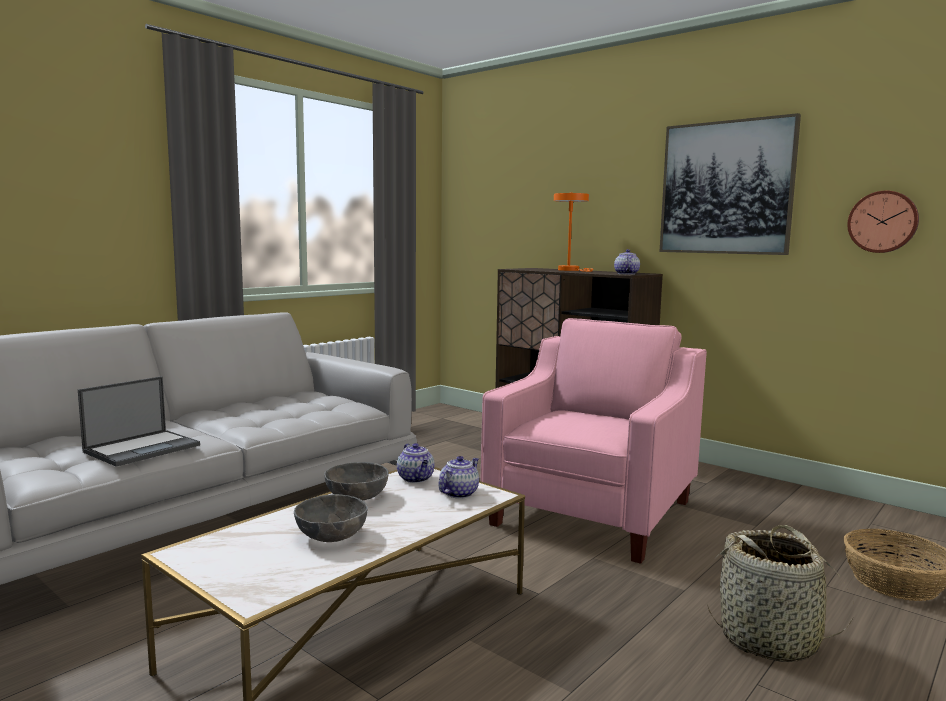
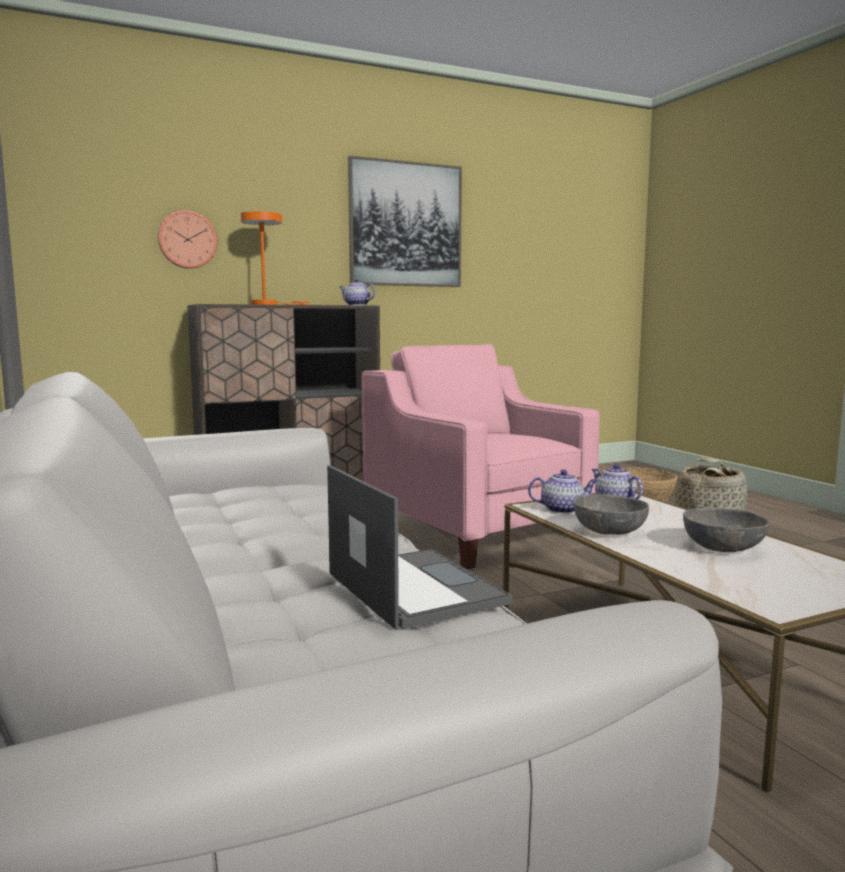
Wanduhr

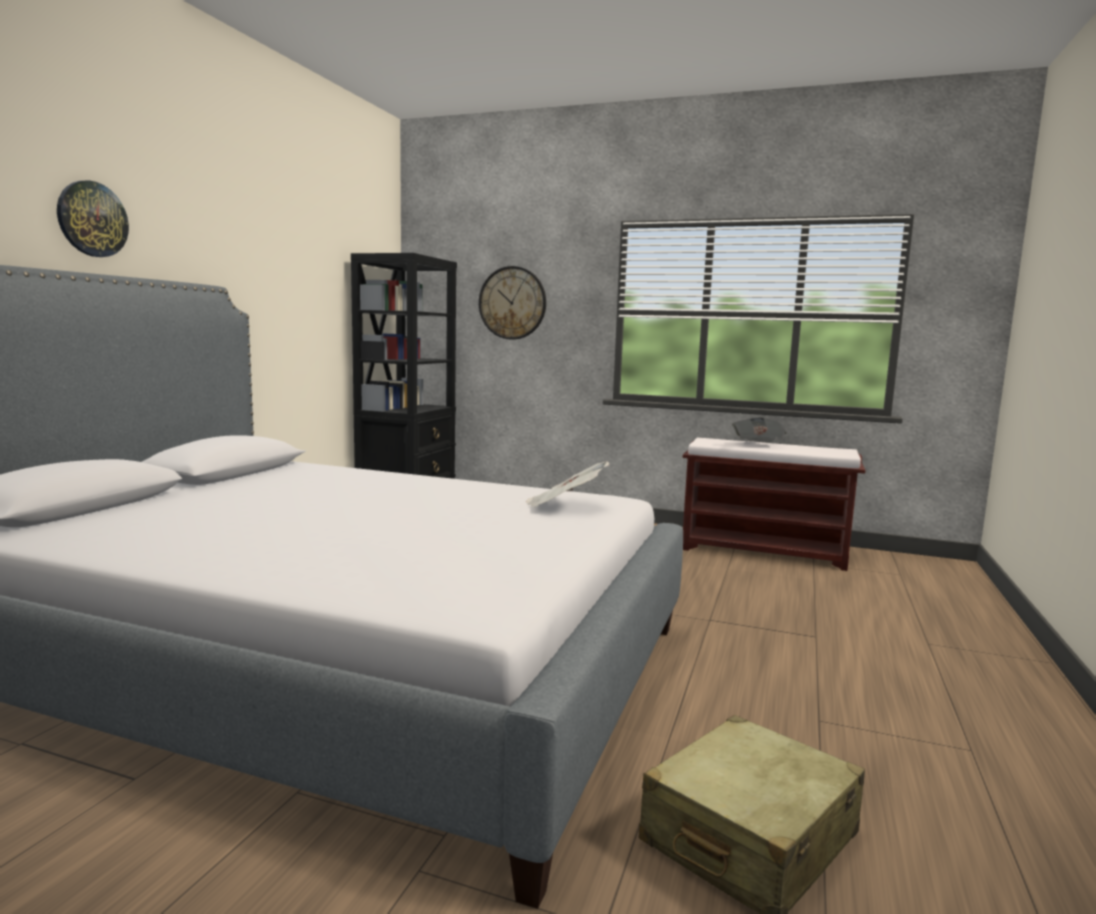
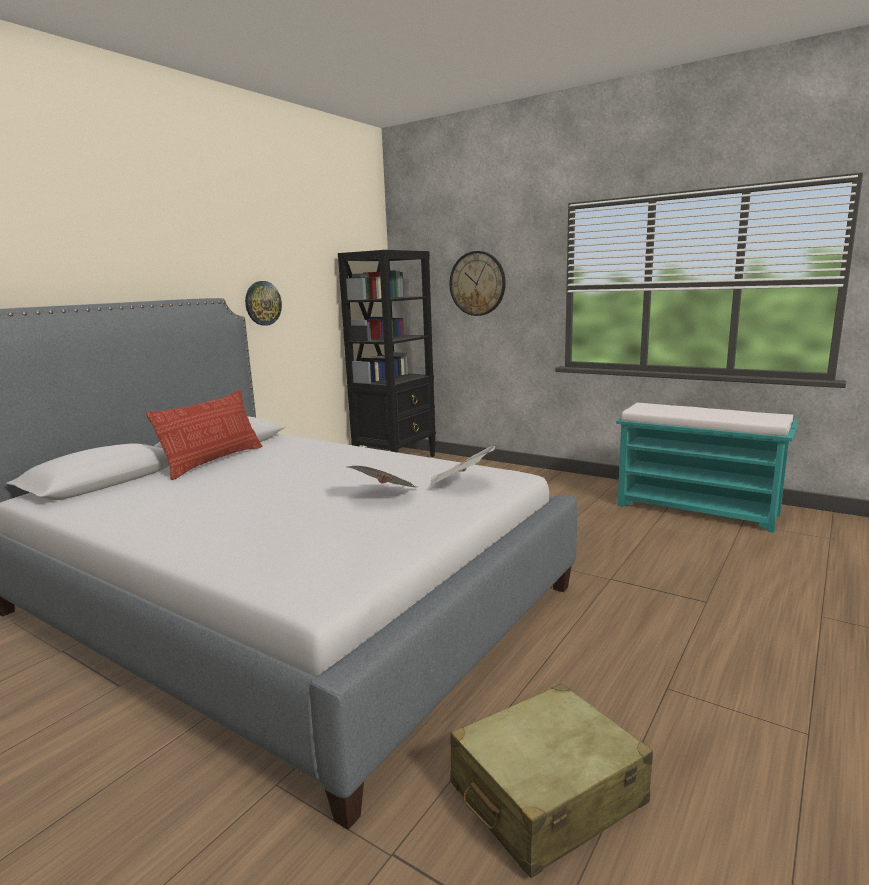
Wanduhr (1st from left); Bank (türkis); Zeitung (1st from left); Kissen

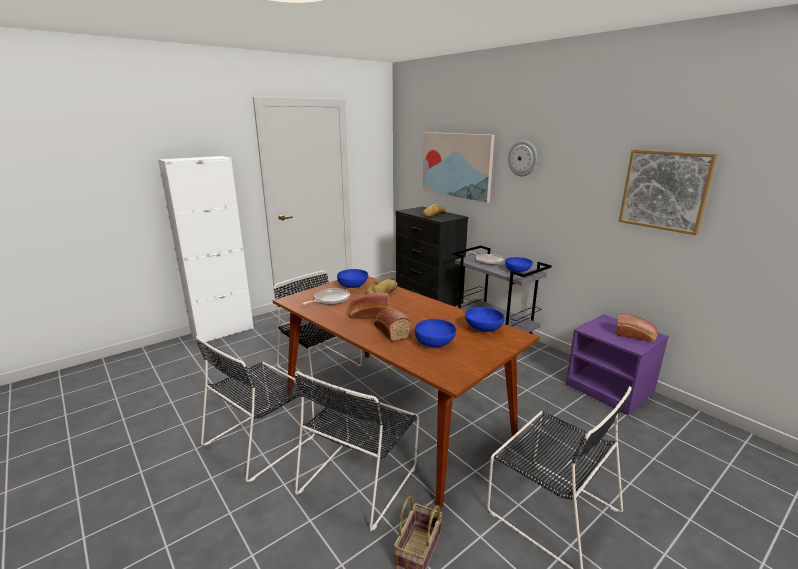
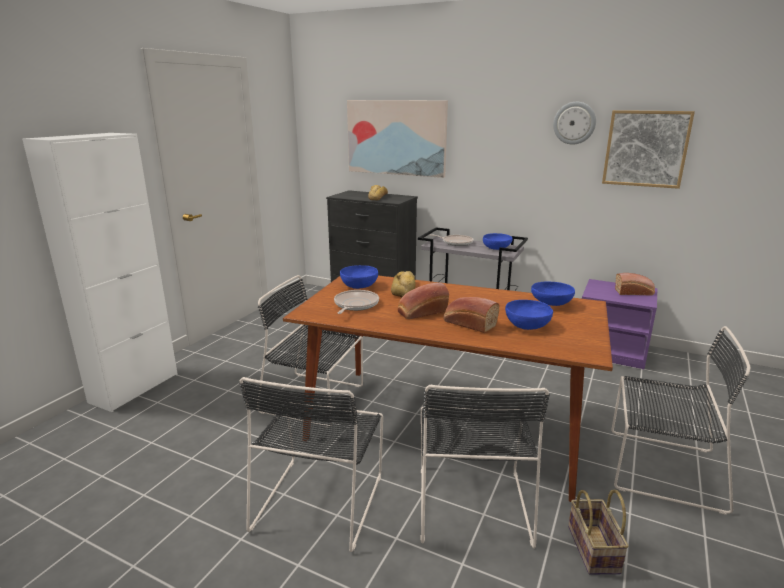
Wanduhr

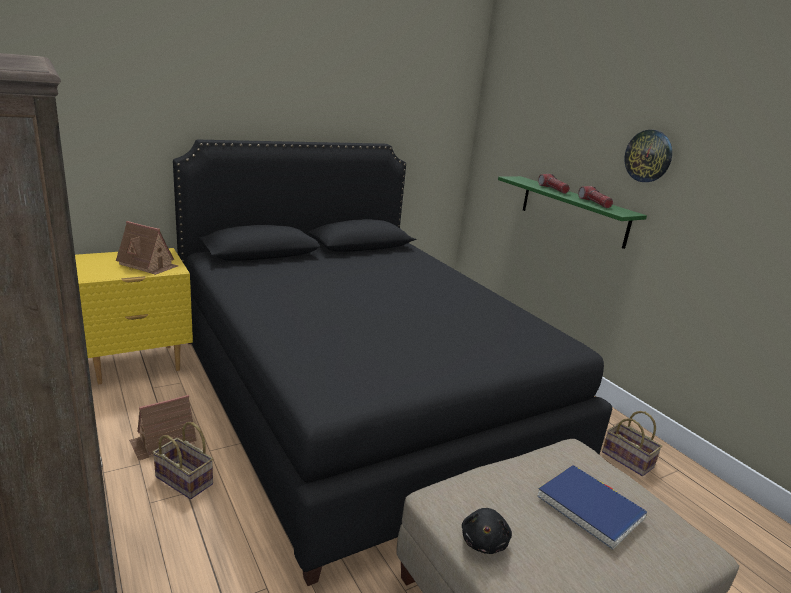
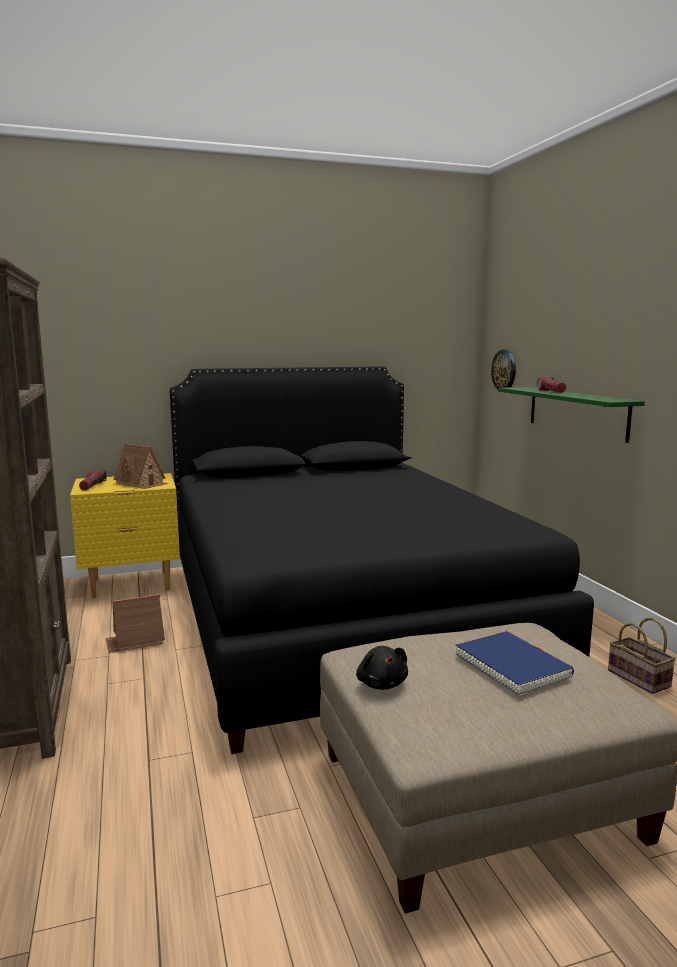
Korb (1st from left in the first image); Plüschtier (schwarz); Taschenlampe (1st from left); Wanduhr

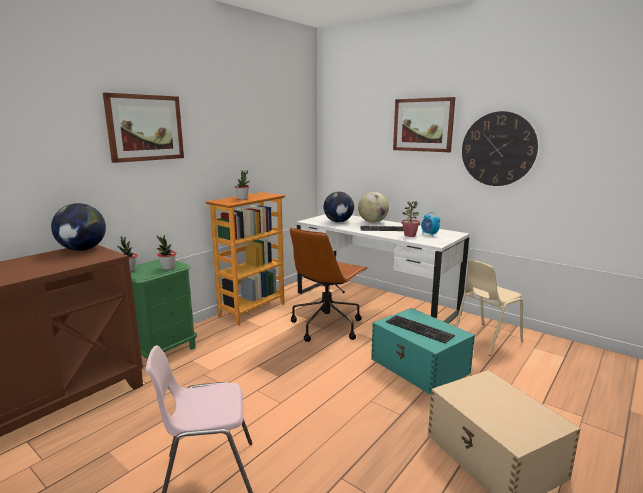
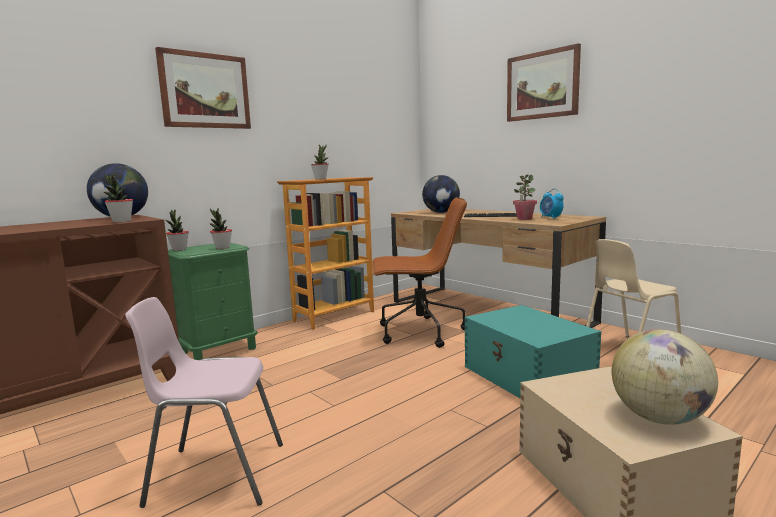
Bürostuhl (braun); Schreibtisch (braun); Globus (3rd from left); Tastatur (2nd from left in the first image); Wanduhr; Topfpflanze (1st from left)

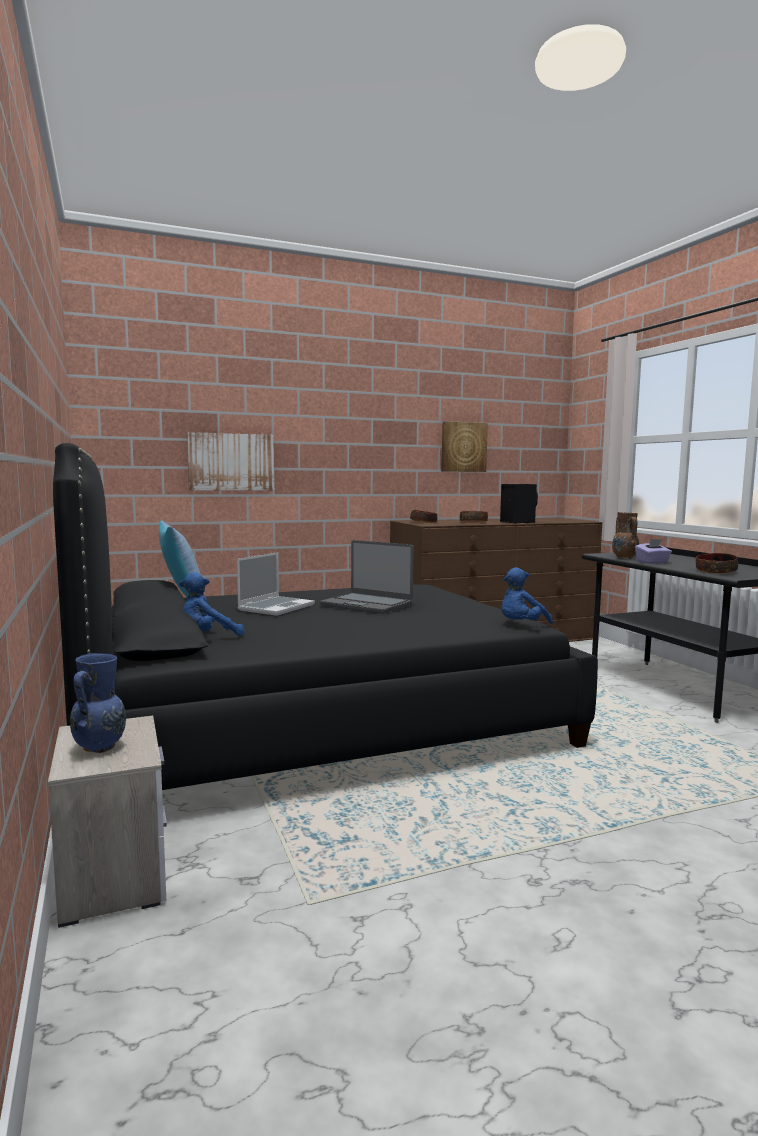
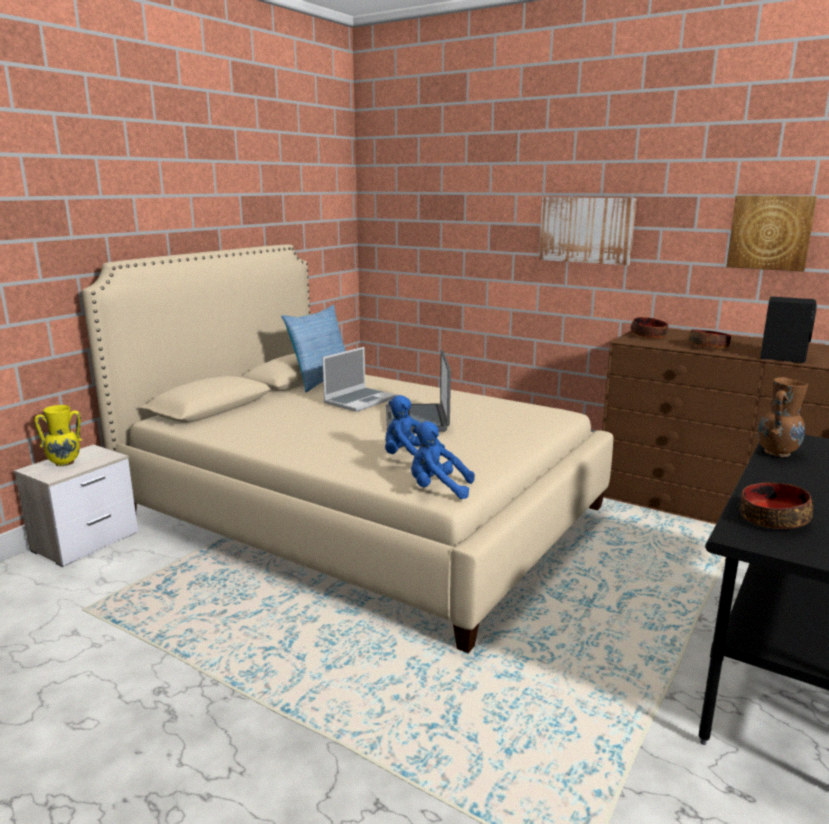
Bett (beige); Vase (gelb); Plüschtier (blau) (1st from left); Bild (1st from left); Laptop (1st from left); Taschentuchbox (lila)

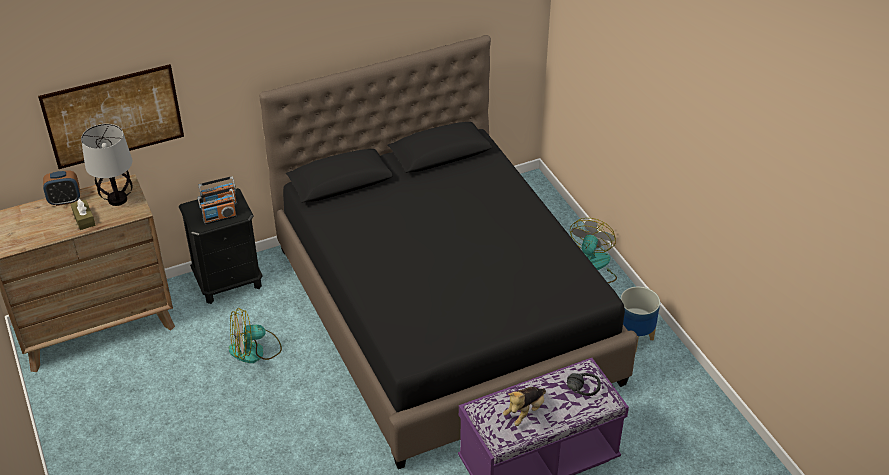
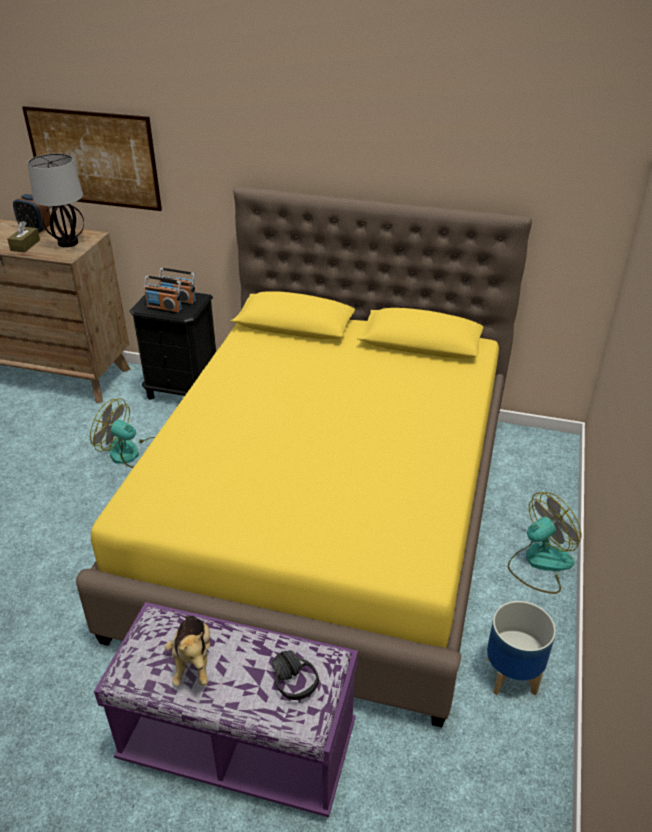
Bett (gelb); Plüschtier

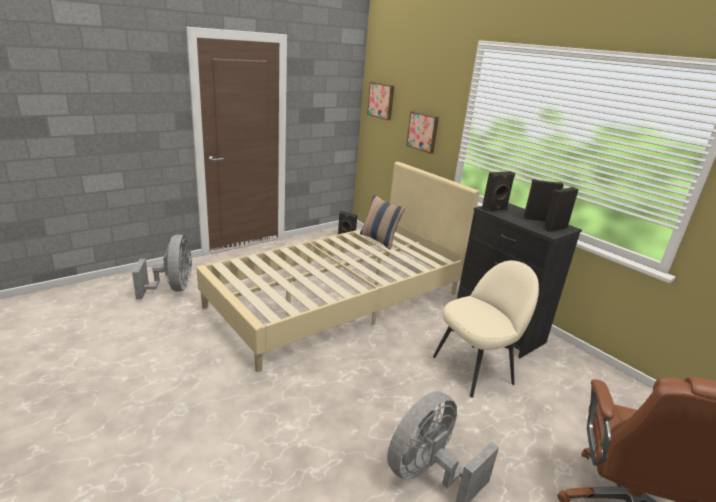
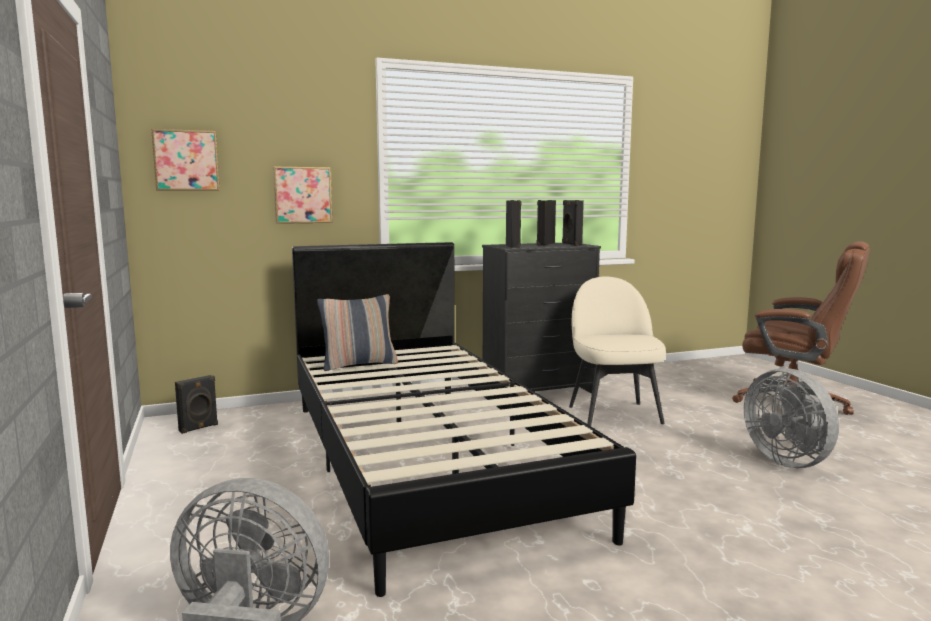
Bett (schwarz)

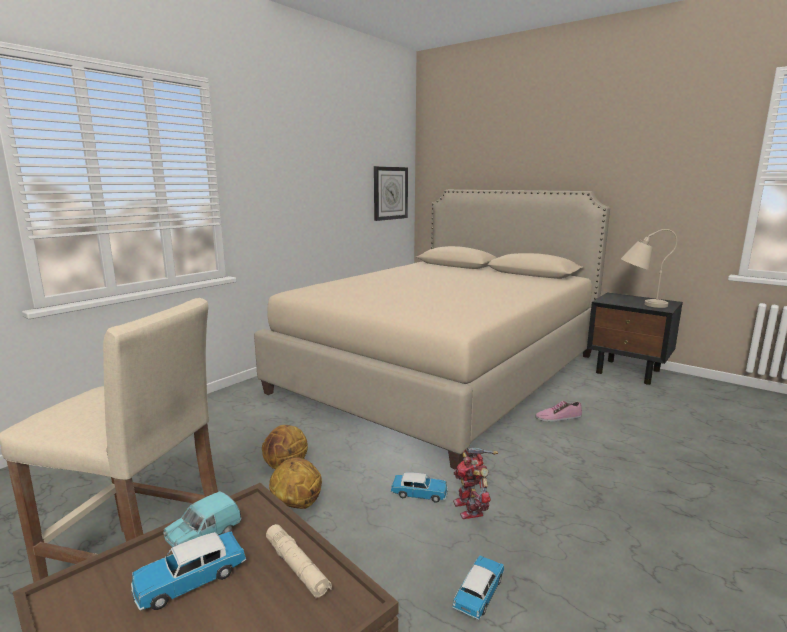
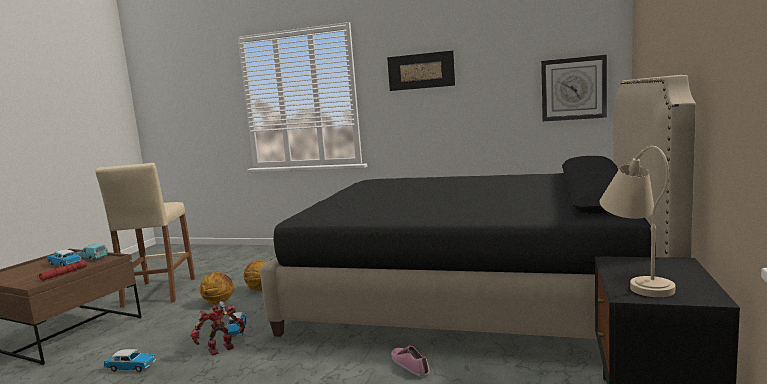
Bett (schwarz); Taschenlampe (rot); Bild

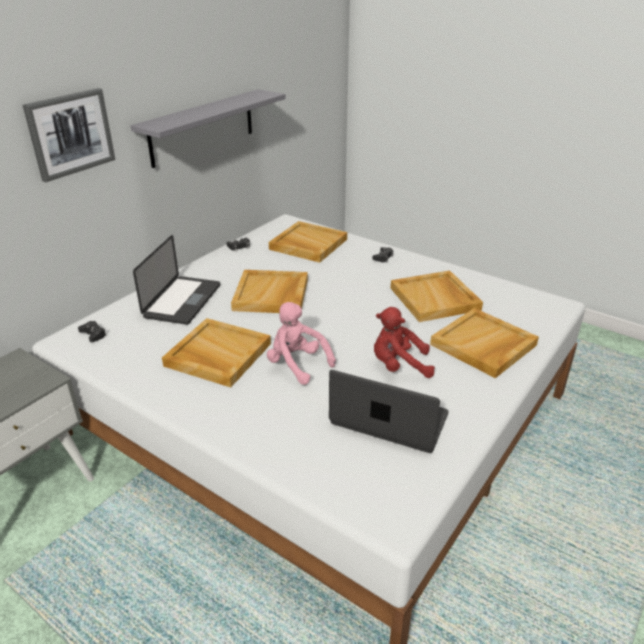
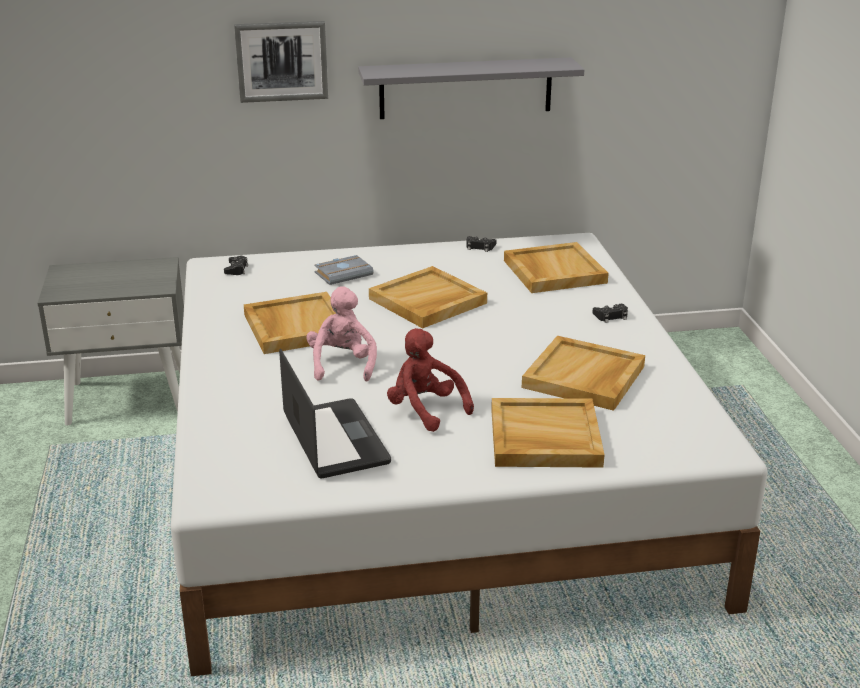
Buch (grau)

